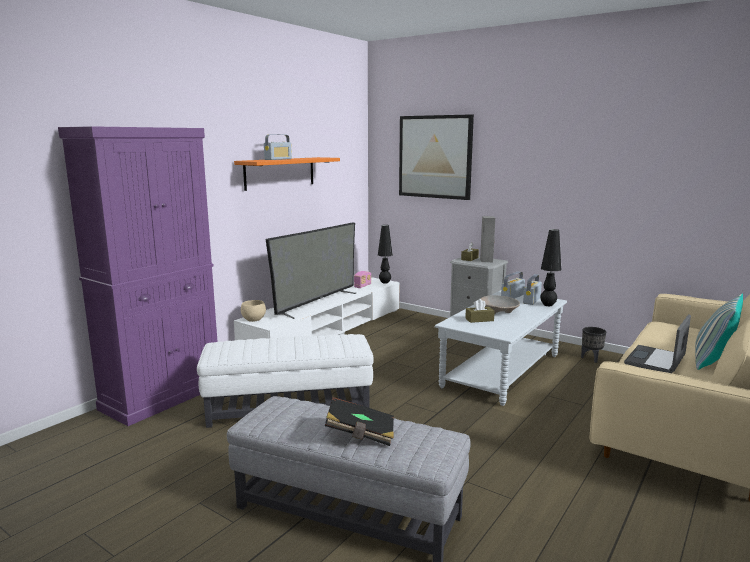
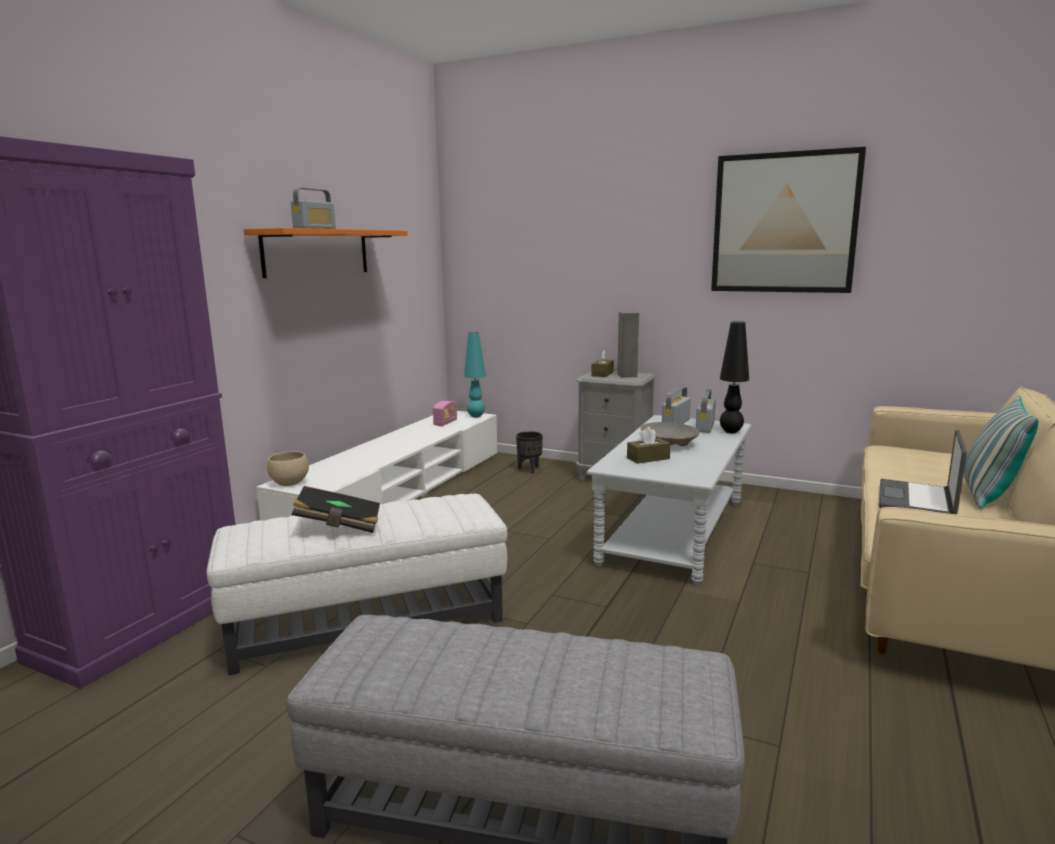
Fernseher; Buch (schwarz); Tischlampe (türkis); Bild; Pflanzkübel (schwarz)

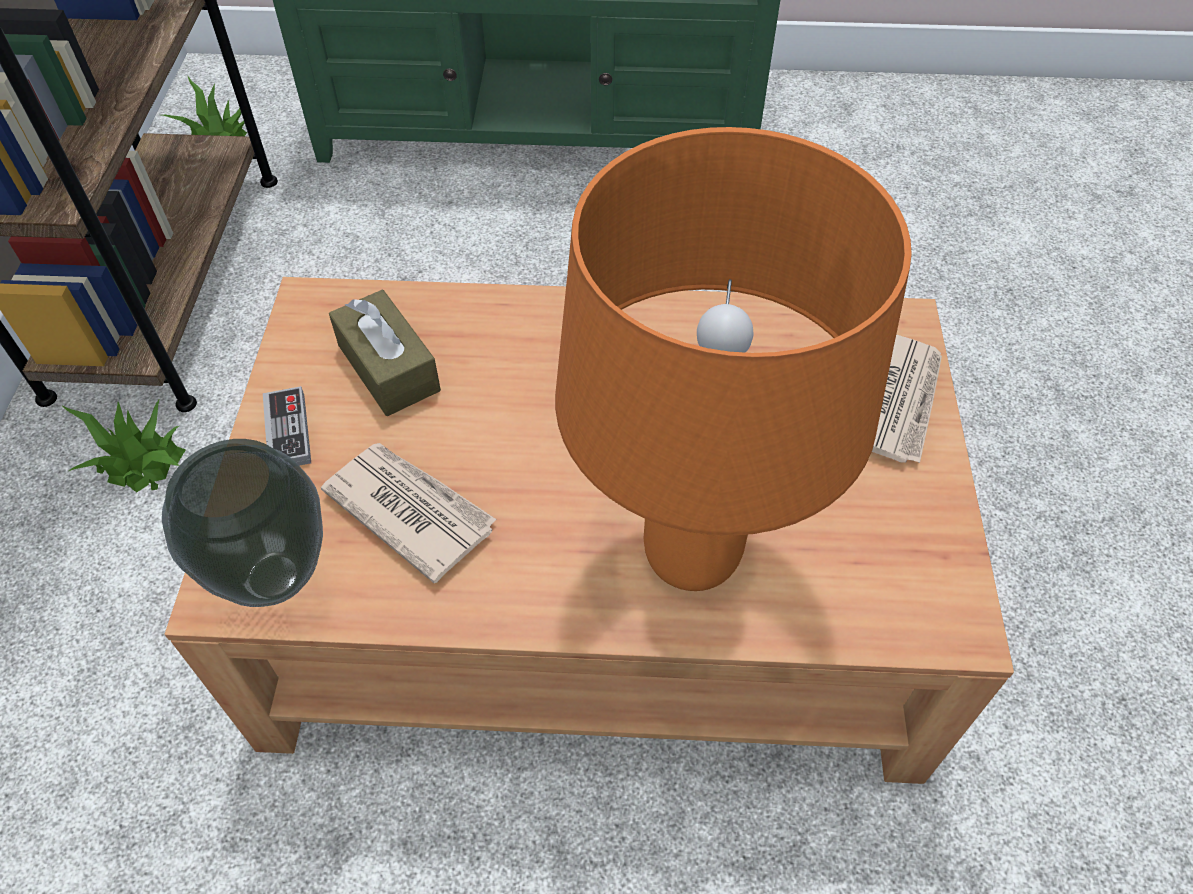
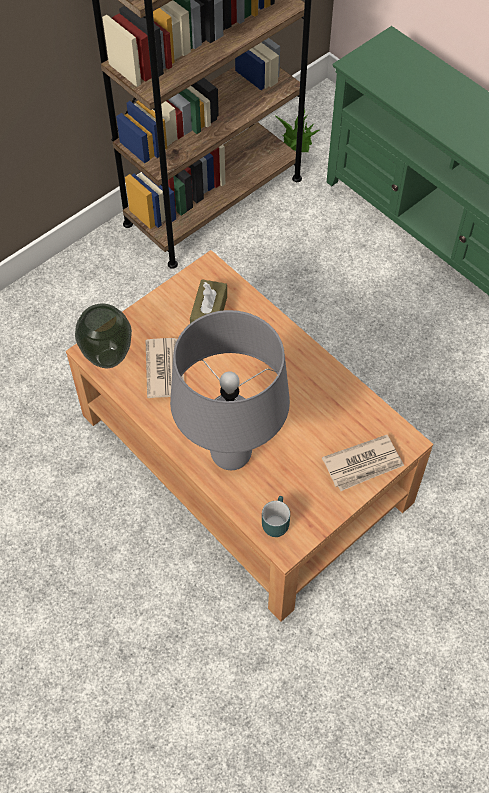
Topfpflanze (1st from left in the first image); Gamepad; Tischlampe (grau); Henkelbecher (türkis)

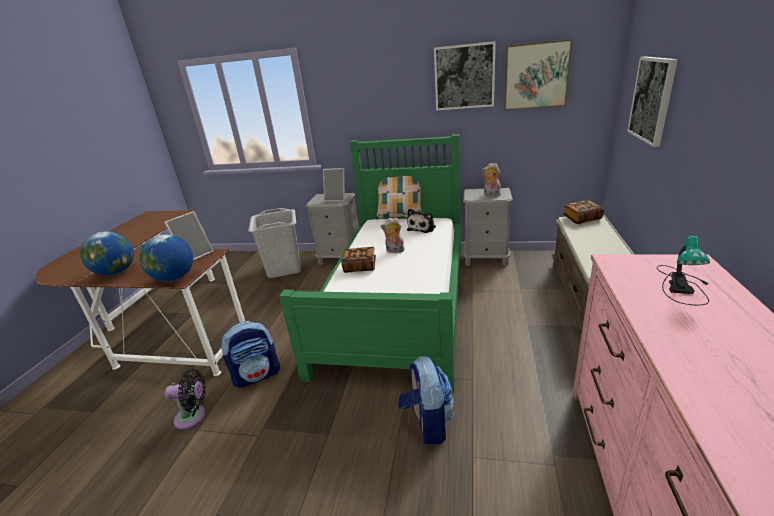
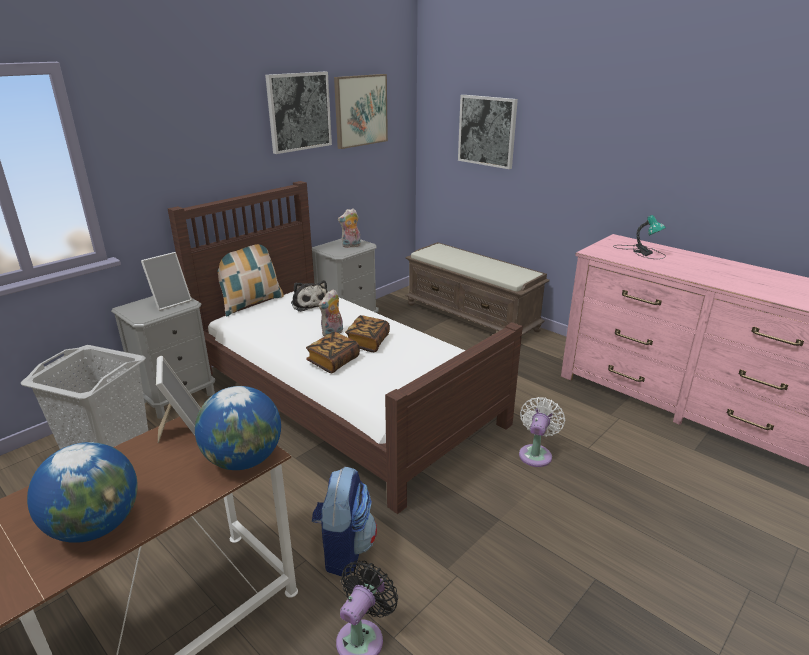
Bett (braun); Ventilator (weiß); Buch (2nd from left)

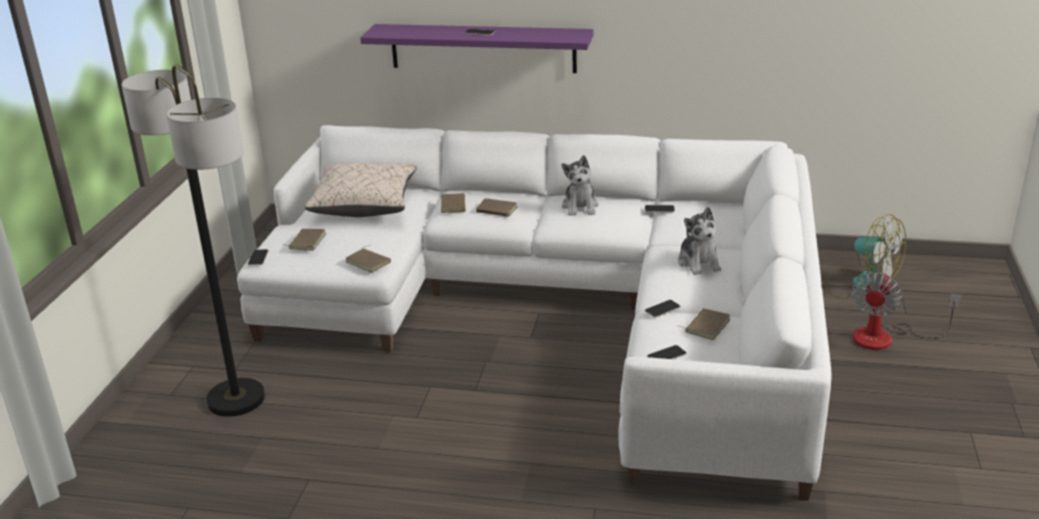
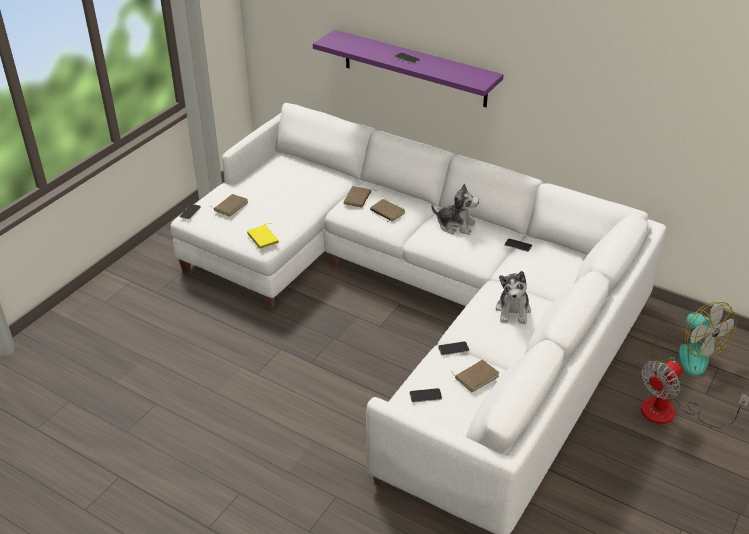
Stehlampe; Kissen (beige); Buch (gelb); Plüschtier (1st from left)

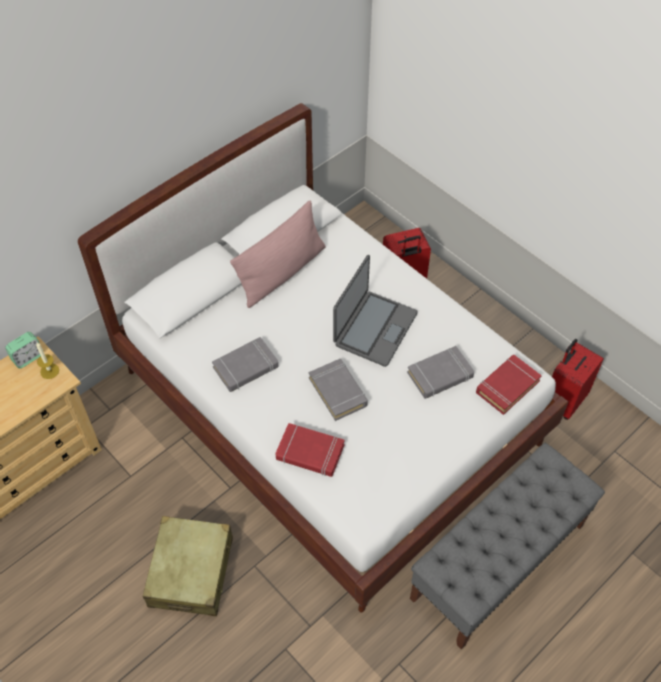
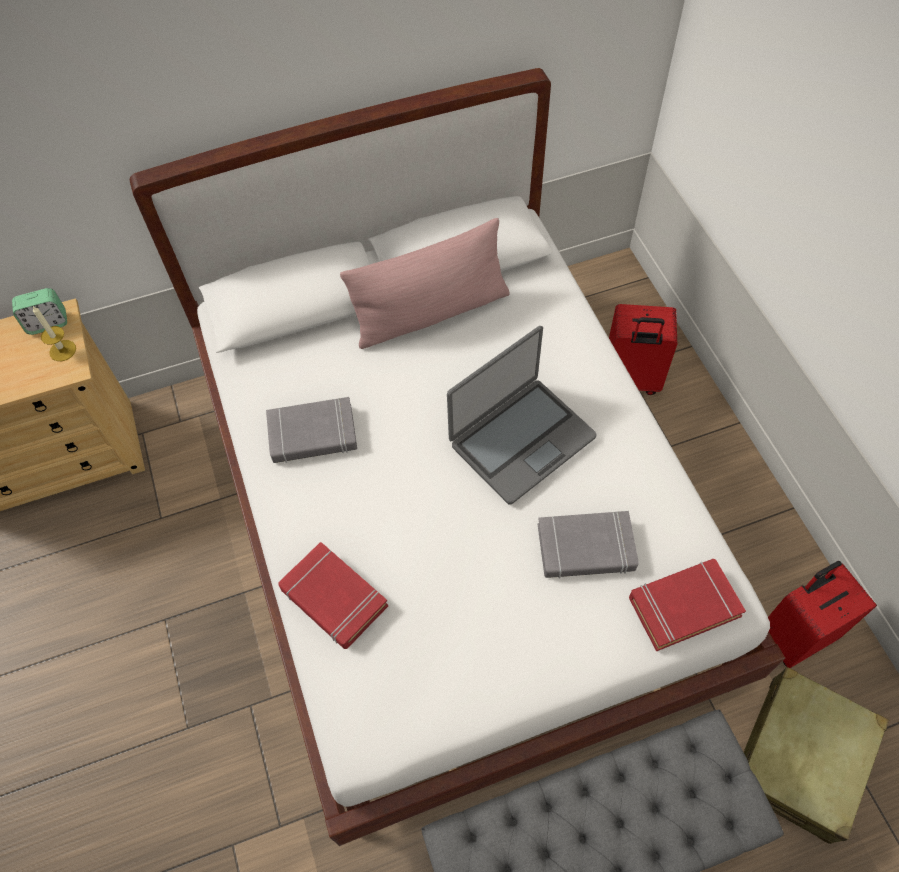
Koffer (beige); Buch (grau) (2nd from left in the first image)

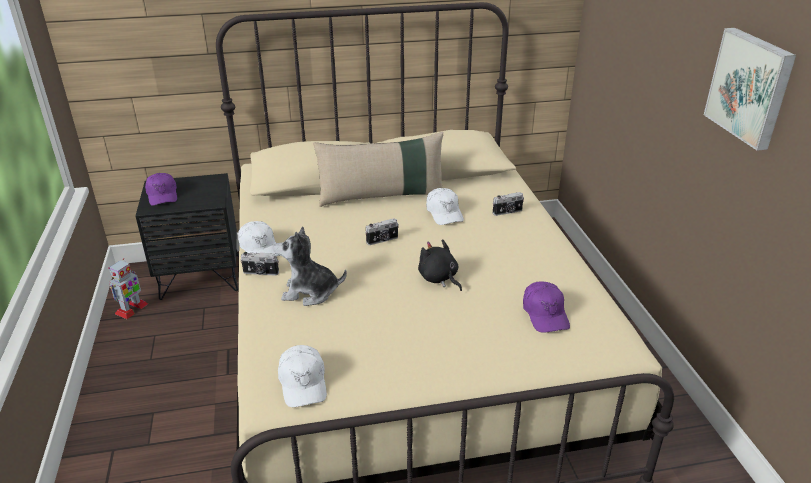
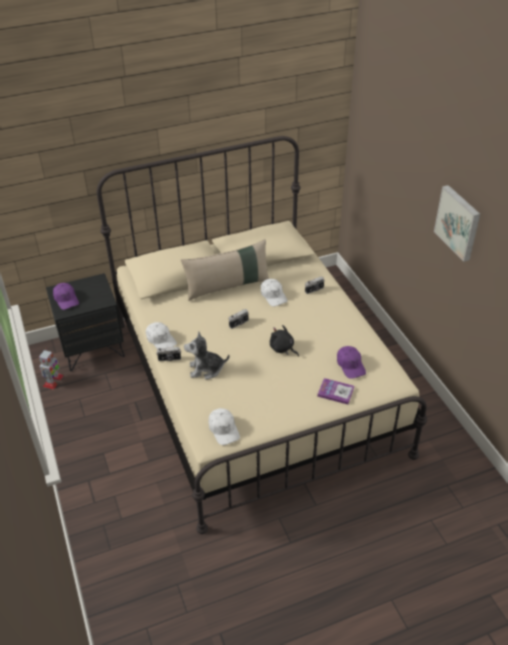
Buch

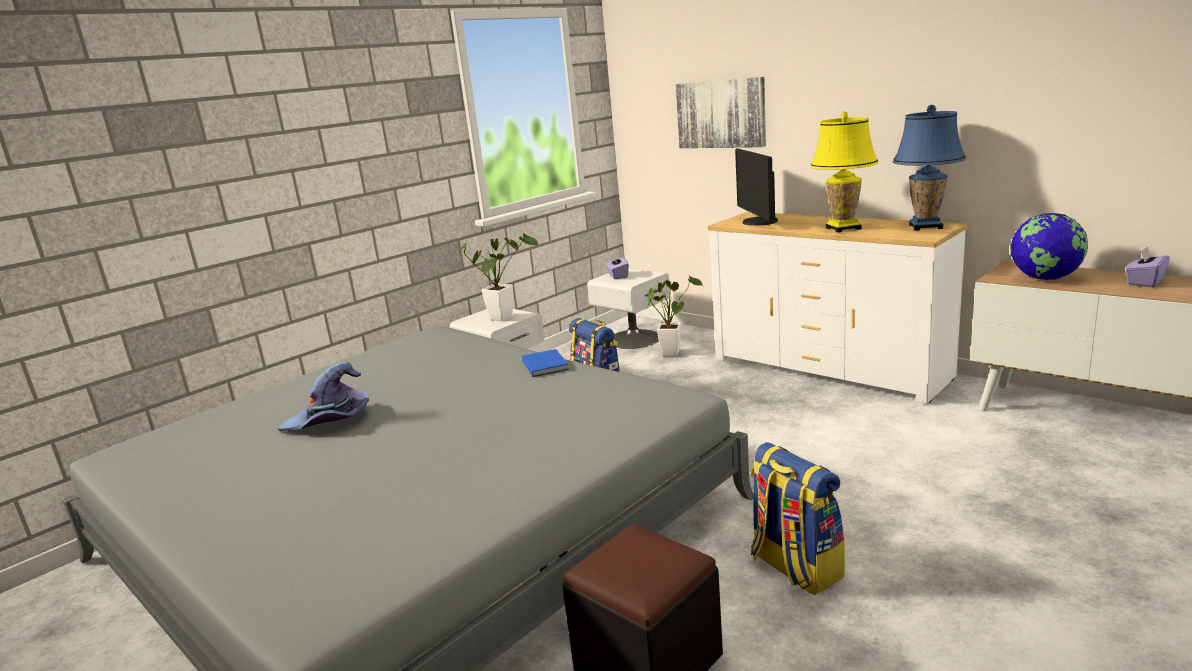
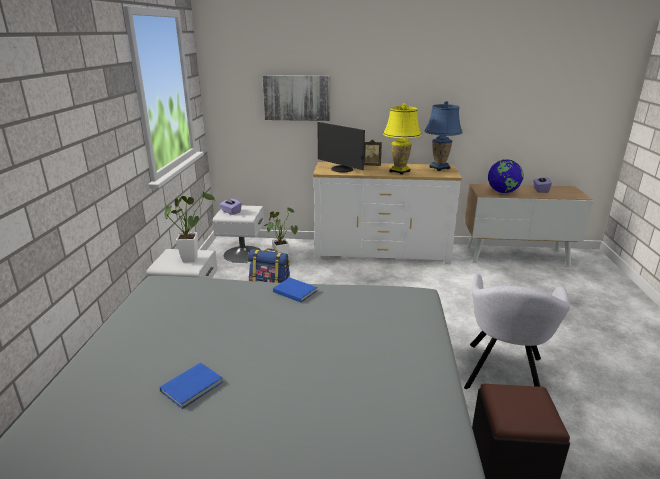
Buch (blau) (1st from left); Sessel (grau); Bilderrahmen

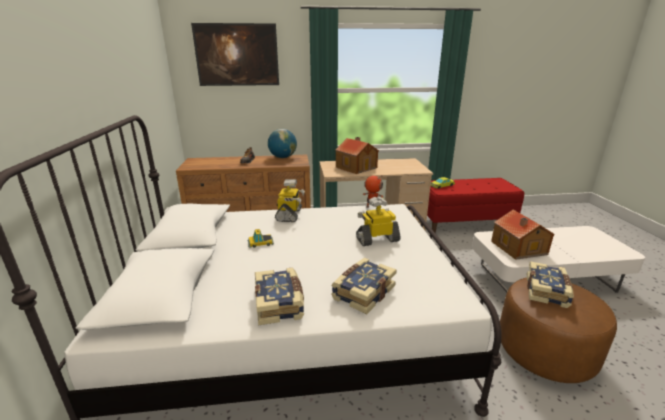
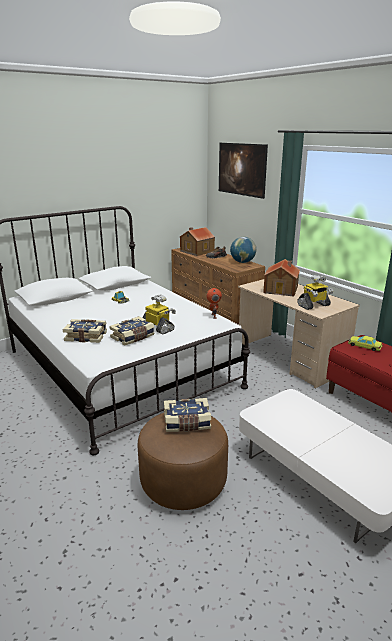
Buch (2nd from left); Spielzeugroboter (3rd from left); Spielzeughaus (1st from left)

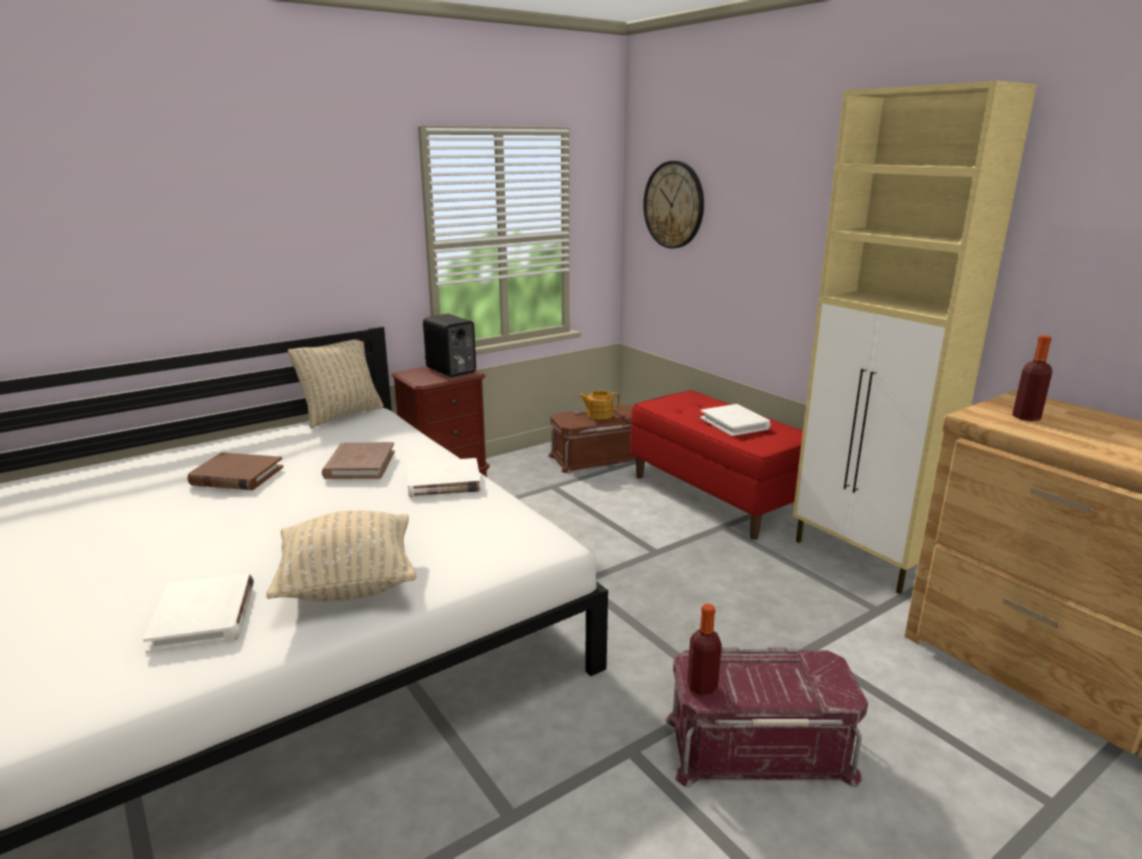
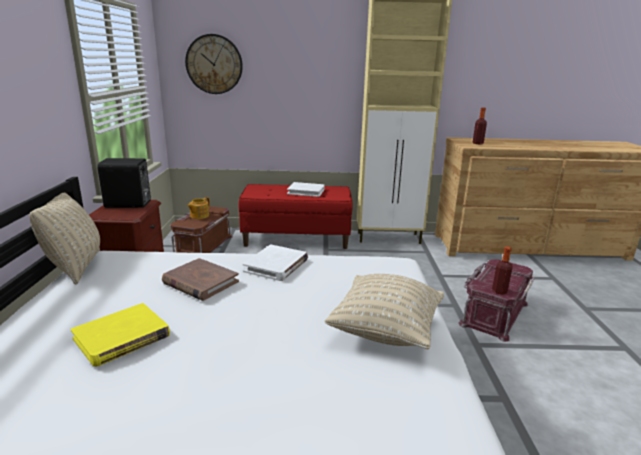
Buch (weiß) (1st from left in the first image); Buch (gelb)

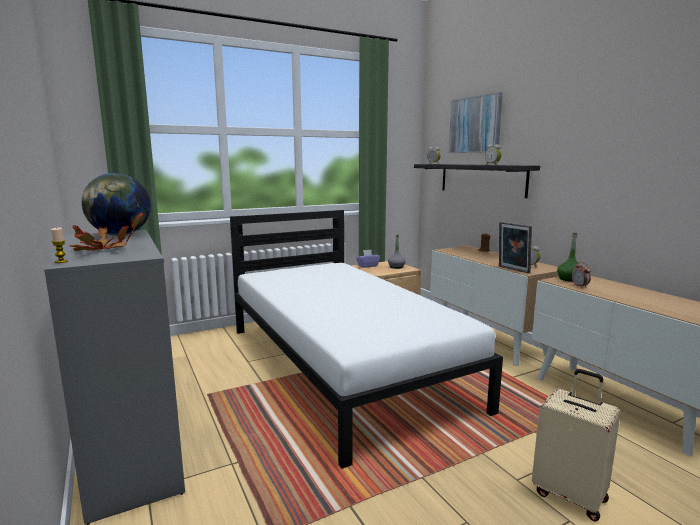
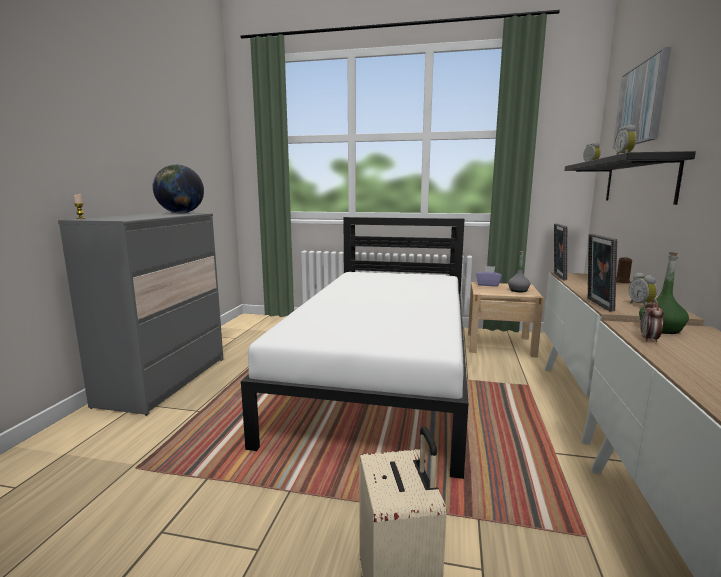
Topfpflanze; Bilderrahmen (1st from left)

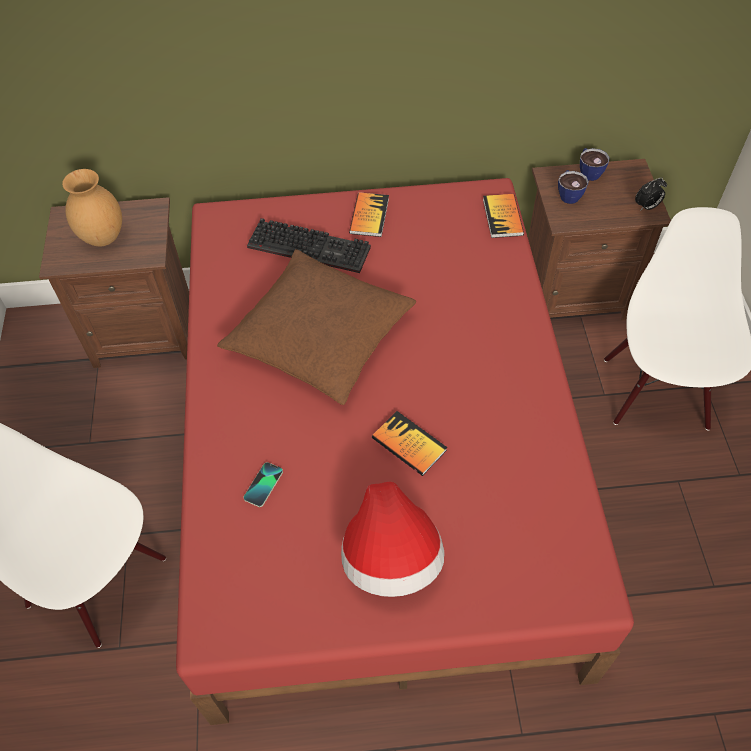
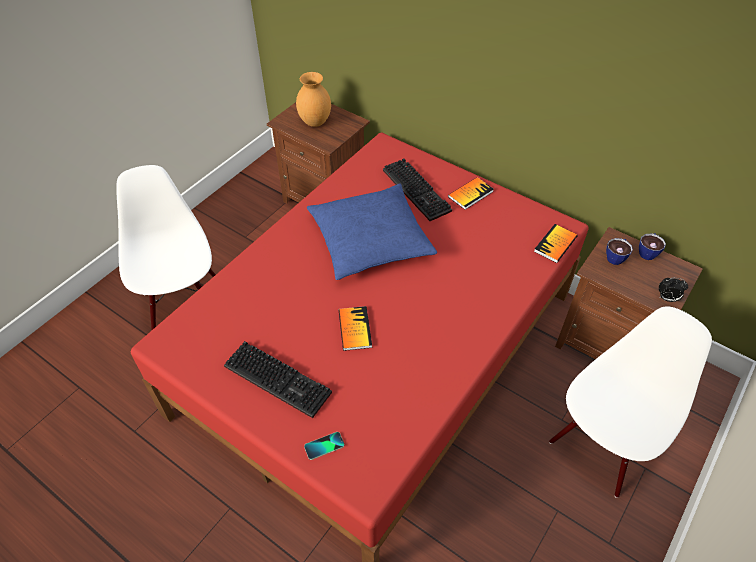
Kissen (blau); Handy; Tastatur (1st from left)

